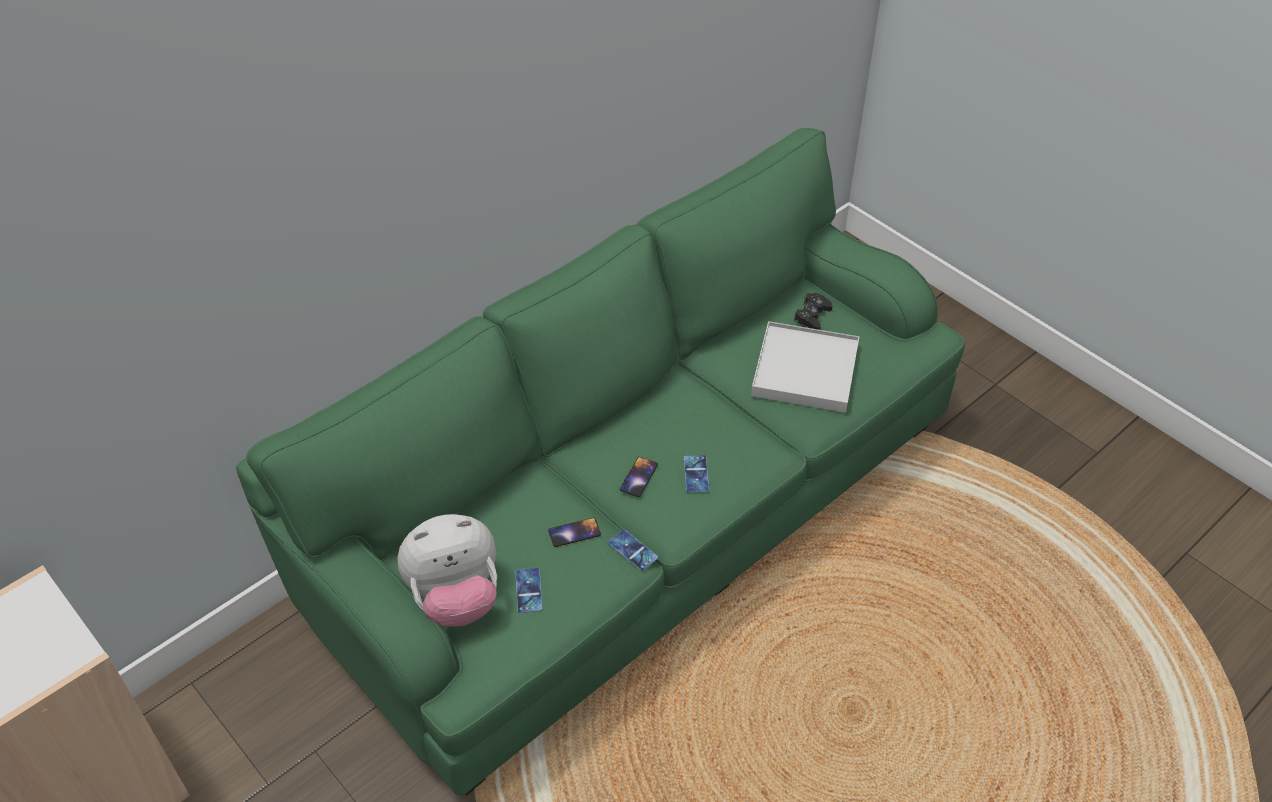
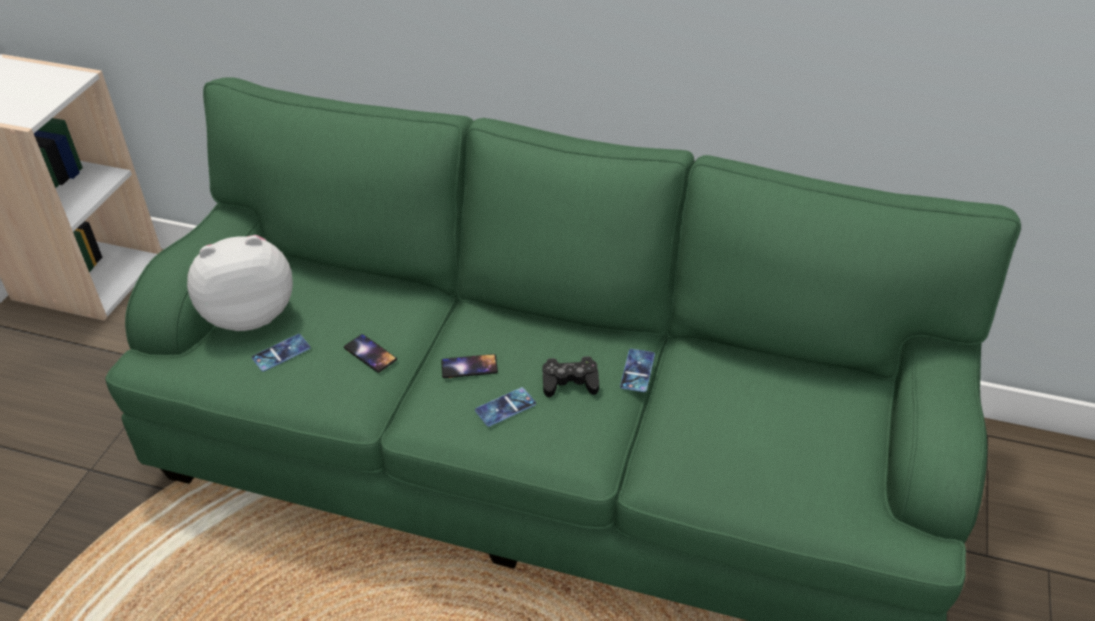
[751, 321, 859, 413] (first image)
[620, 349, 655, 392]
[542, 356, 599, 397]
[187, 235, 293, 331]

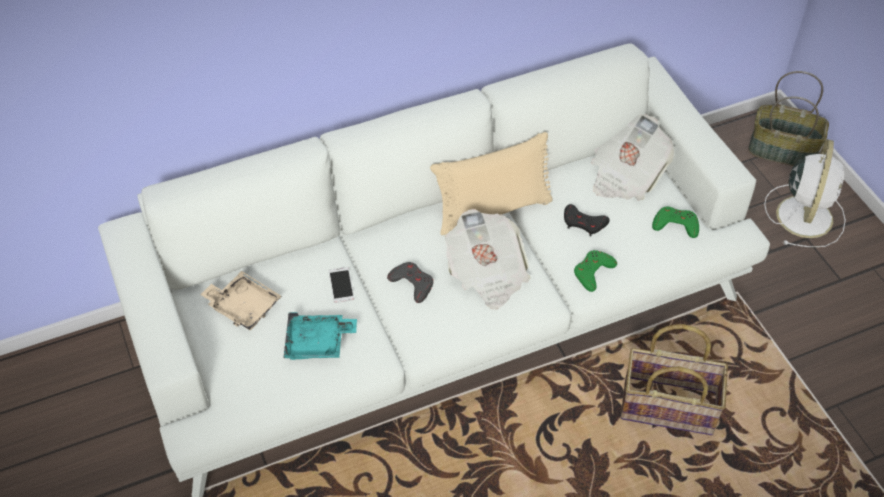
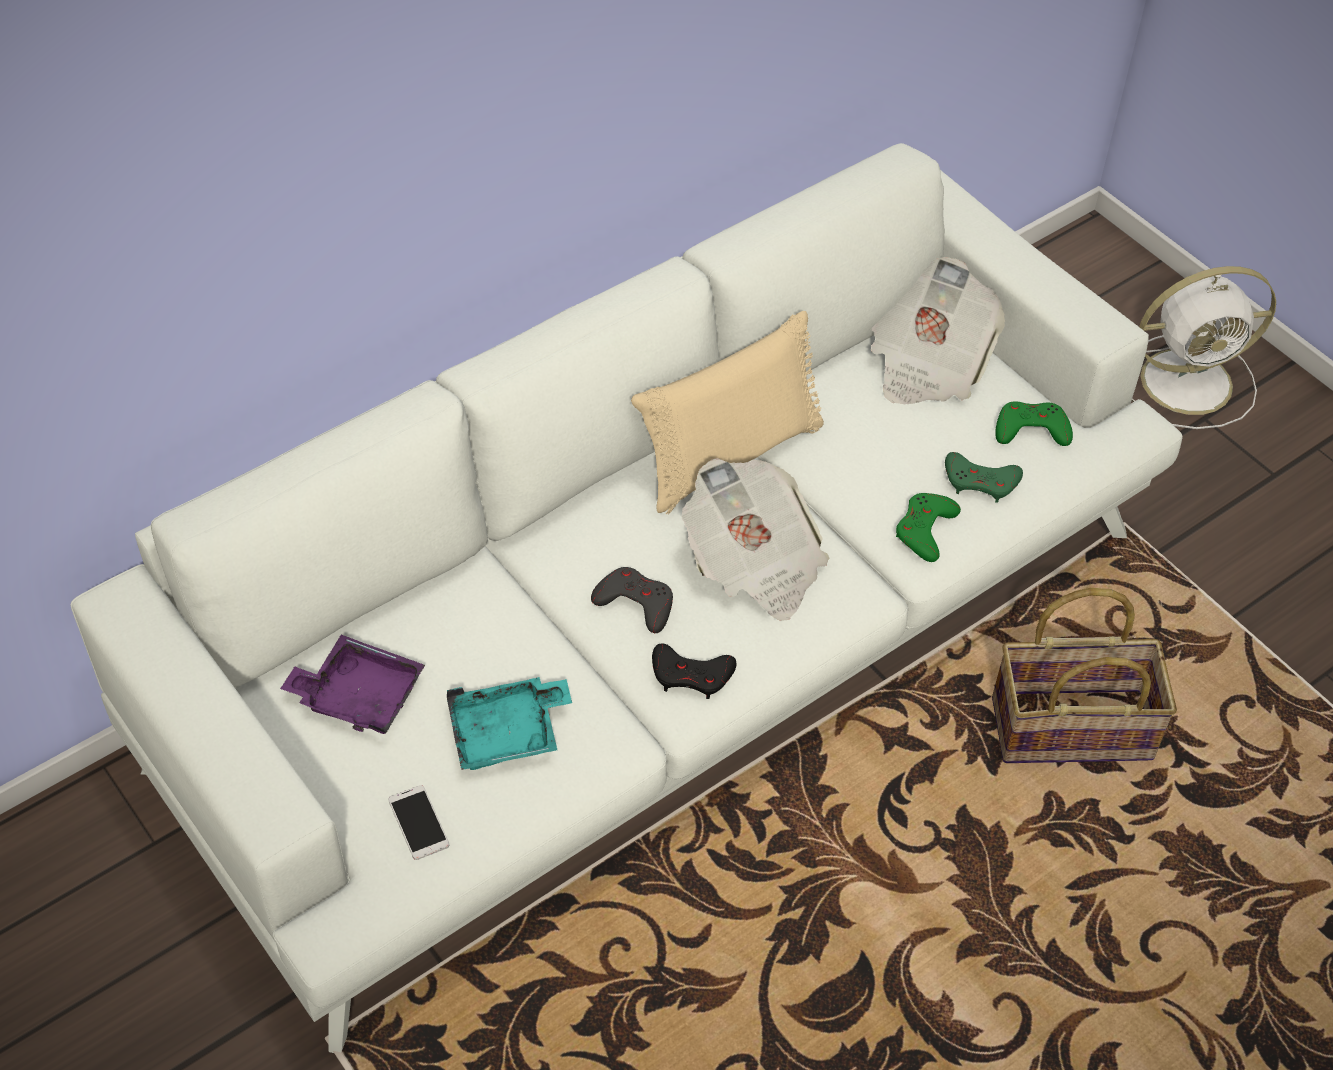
[748, 71, 829, 166] (first image)
[945, 452, 1023, 503]
[388, 785, 449, 860]
[652, 643, 736, 699]
[280, 635, 425, 734]
[1132, 266, 1276, 429]

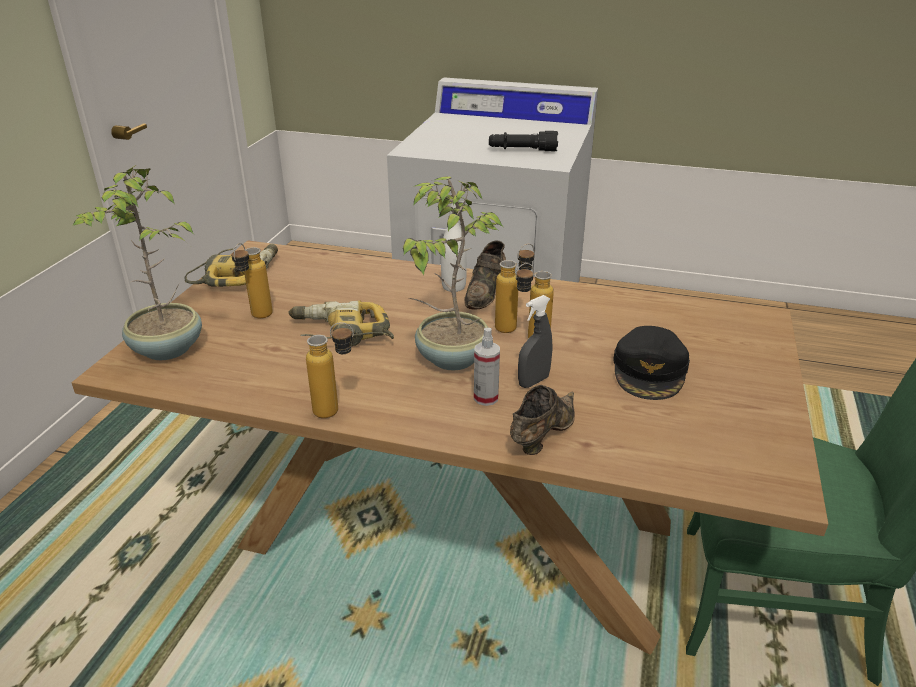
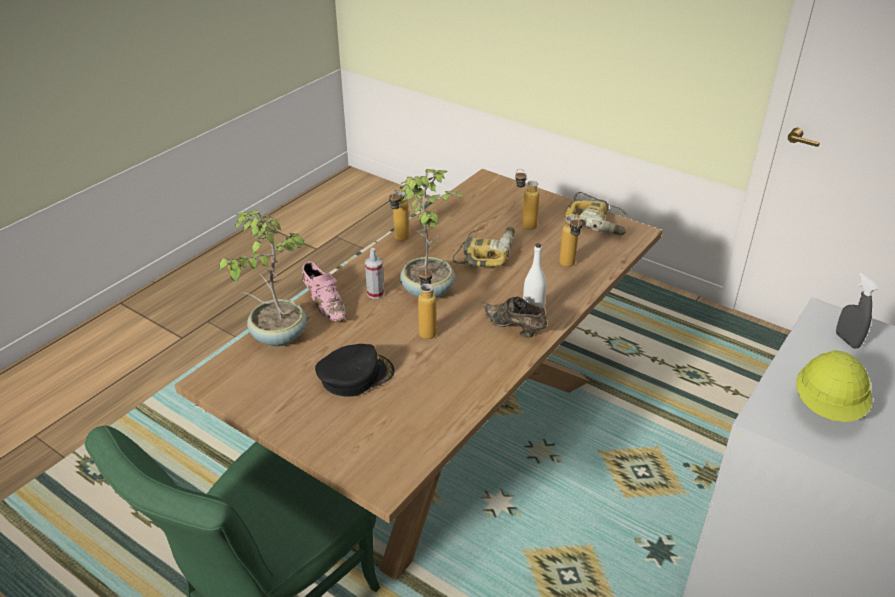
[219, 211, 307, 347]
[559, 215, 582, 267]
[836, 273, 878, 349]
[796, 351, 872, 422]
[302, 261, 346, 321]
[315, 344, 395, 397]

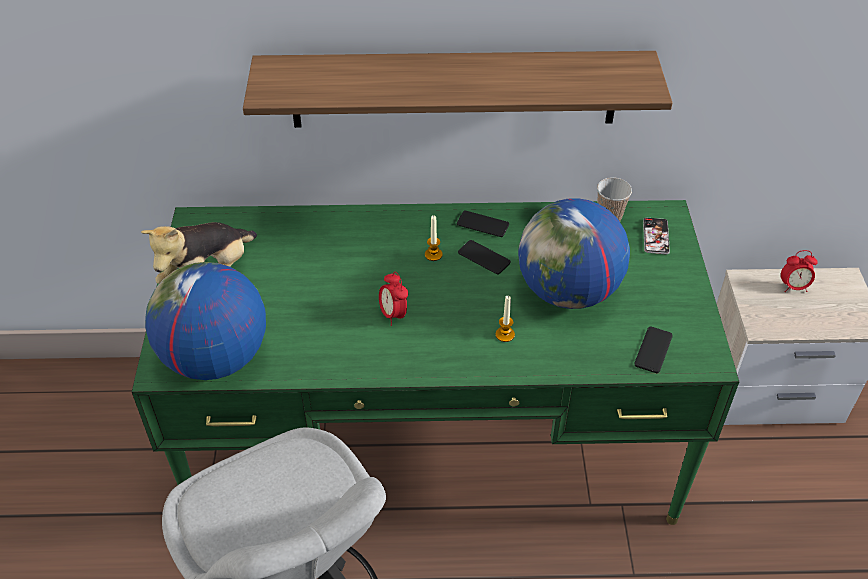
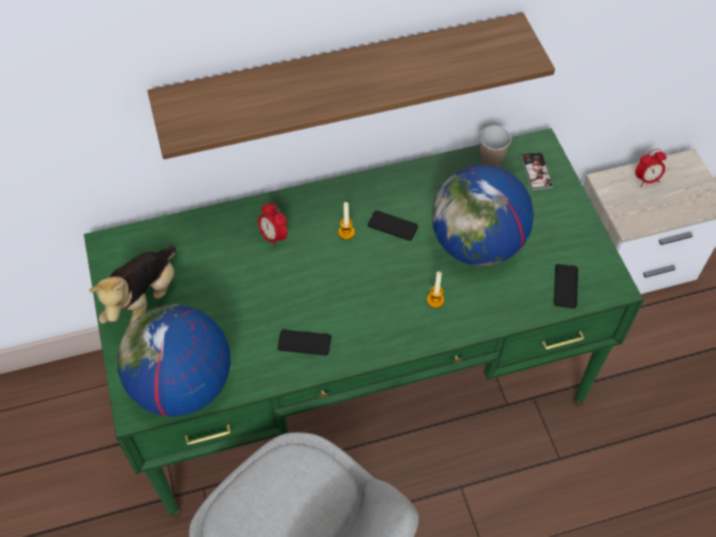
[258, 202, 287, 248]
[278, 330, 331, 355]

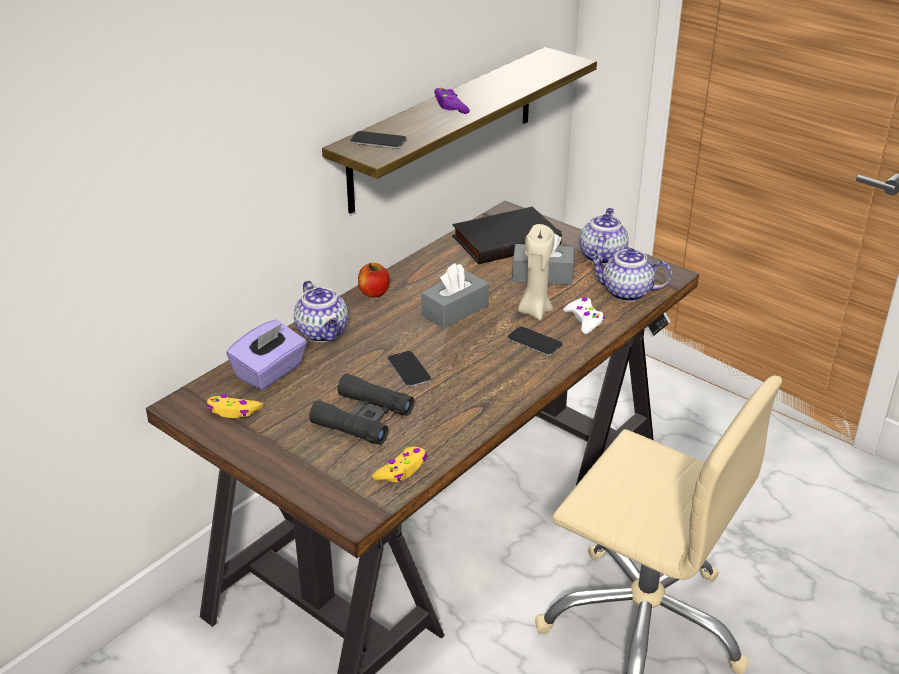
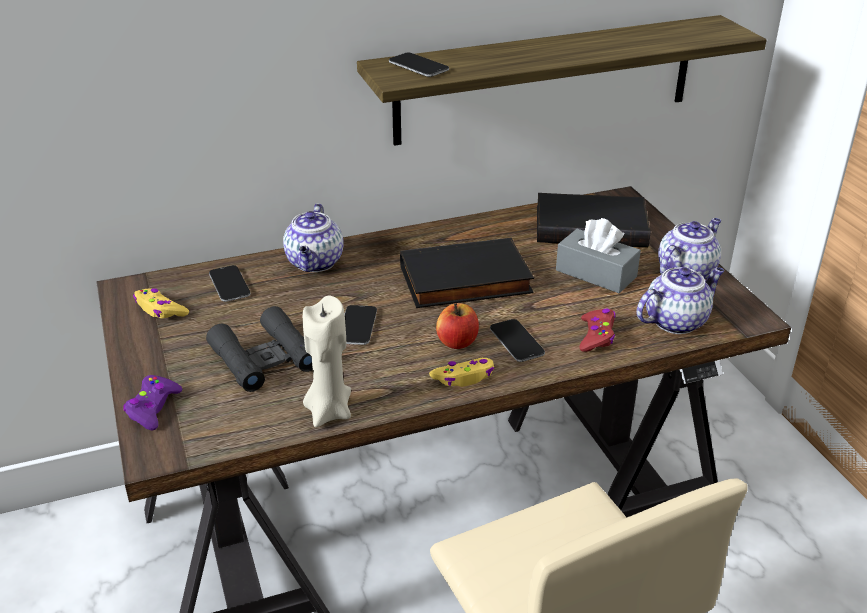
[436, 303, 479, 349]
[429, 358, 494, 387]
[123, 375, 182, 430]
[303, 296, 351, 427]
[209, 265, 251, 302]
[400, 238, 534, 308]
[579, 308, 616, 352]
[636, 267, 725, 334]

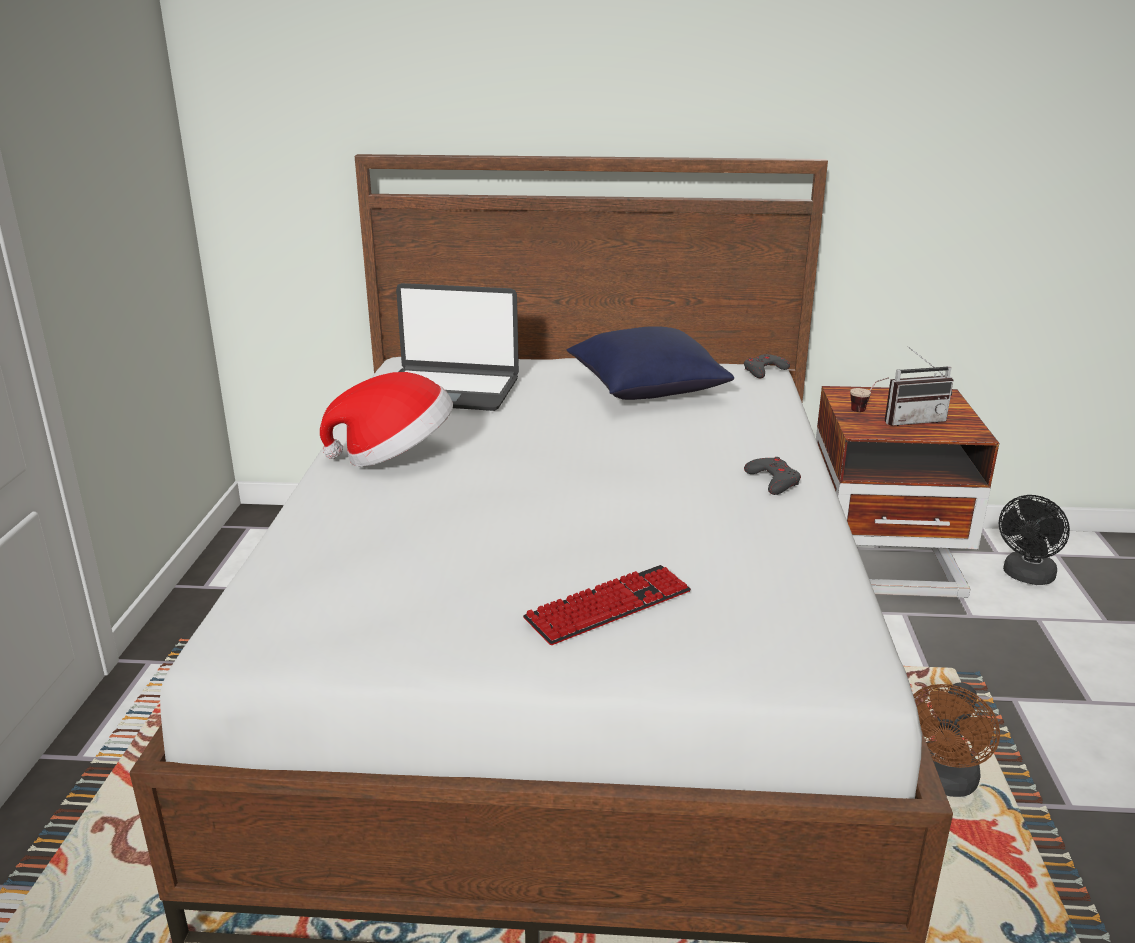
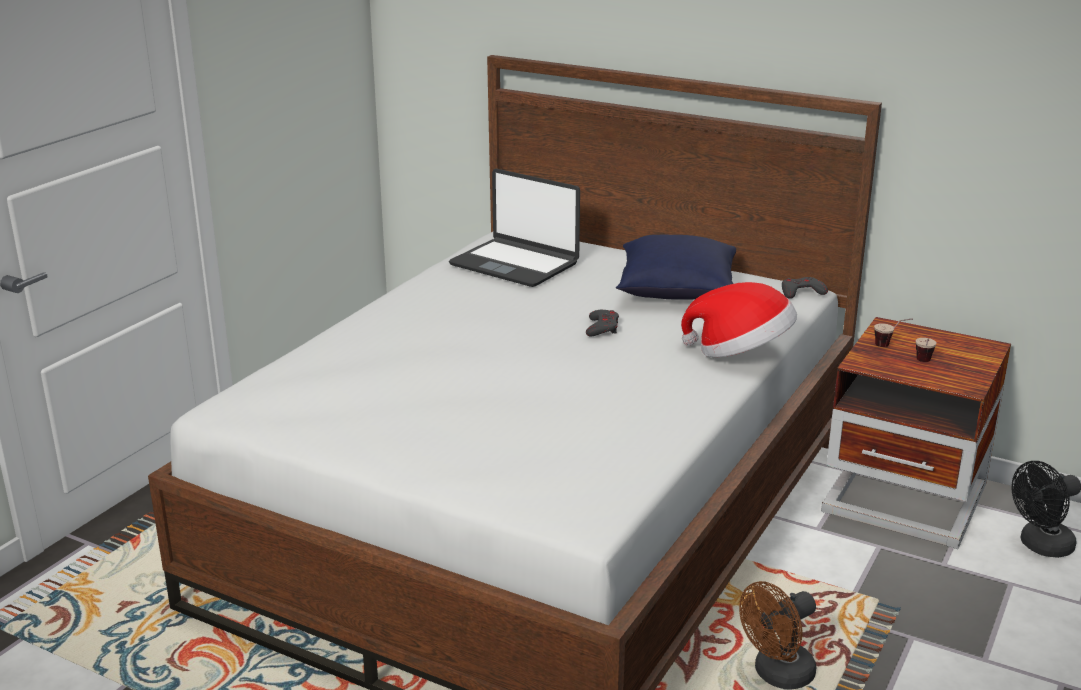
[523, 565, 691, 645] (first image)
[681, 282, 797, 357]
[586, 310, 619, 336]
[916, 338, 937, 362]

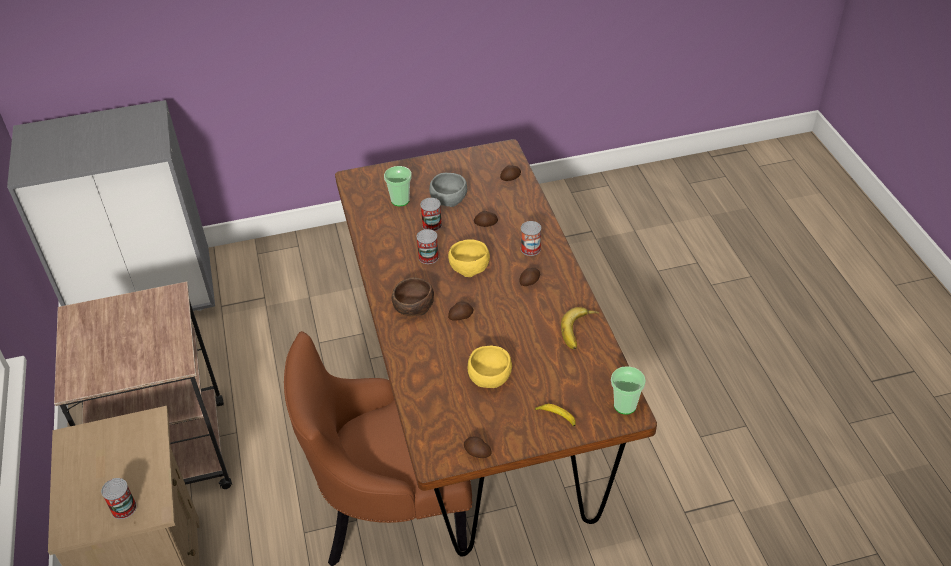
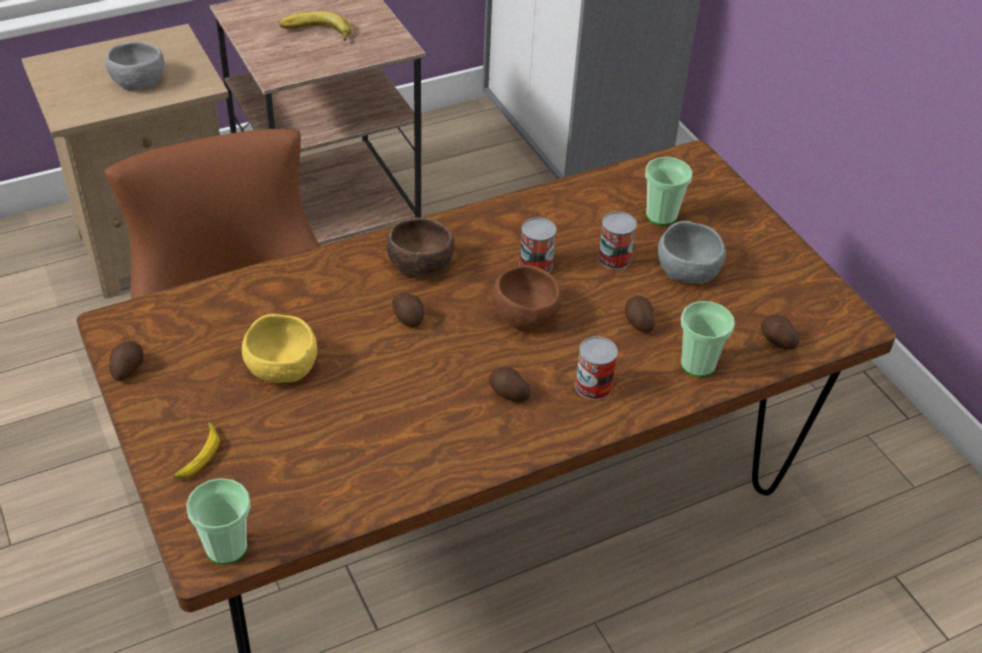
[101, 478, 137, 519] (first image)
[105, 42, 164, 91]
[681, 301, 735, 377]
[279, 11, 352, 41]
[493, 265, 562, 332]

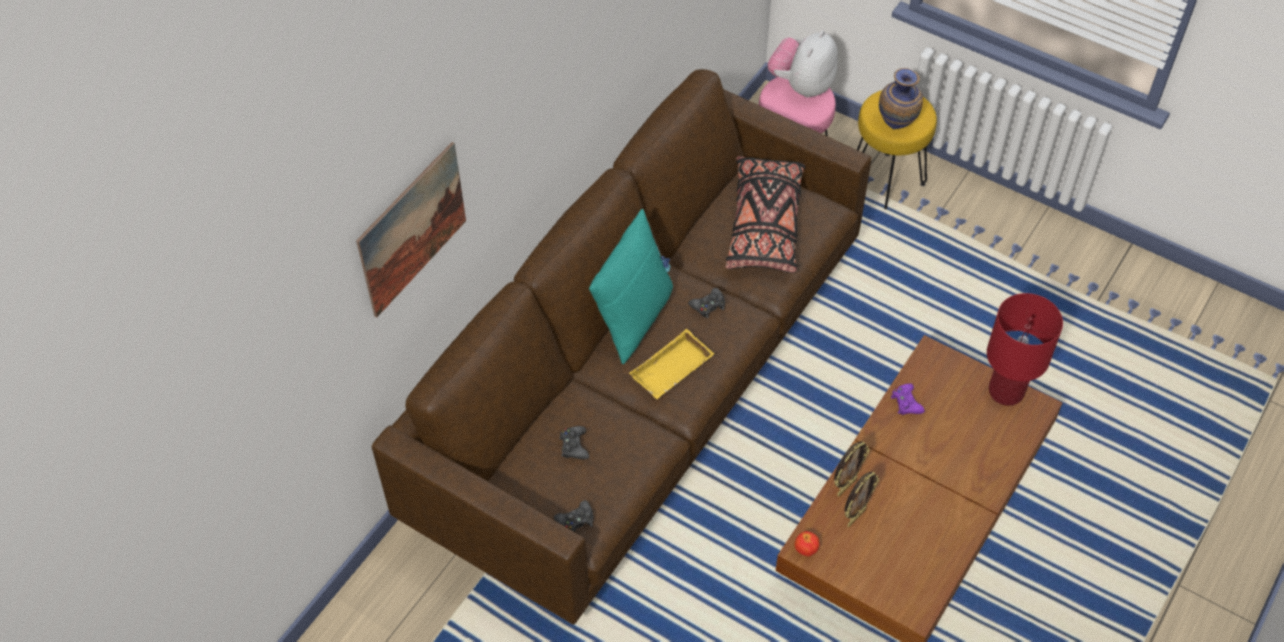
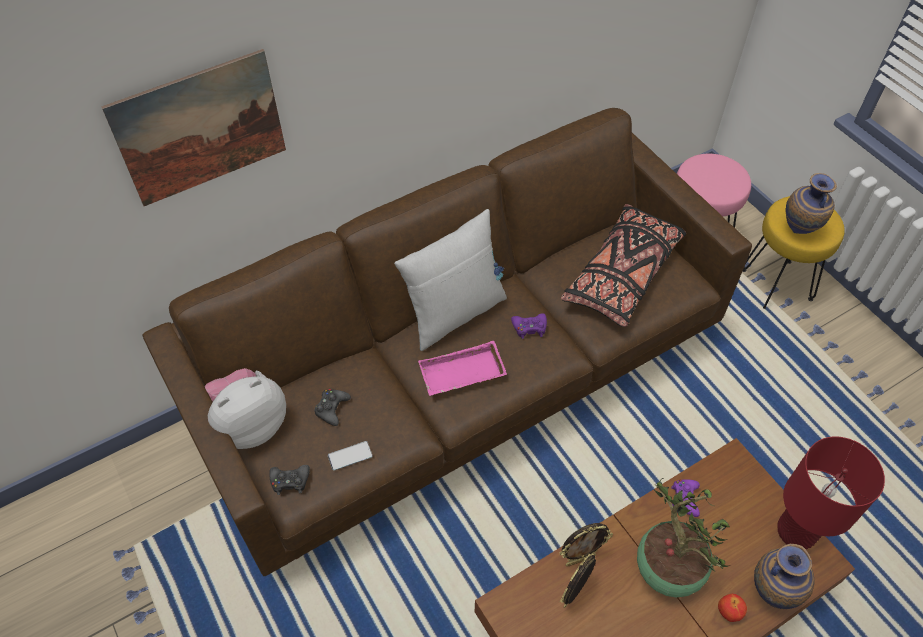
[328, 441, 373, 470]
[637, 478, 730, 598]
[754, 544, 814, 609]
[205, 368, 286, 449]
[718, 594, 747, 622]
[394, 209, 507, 351]
[418, 341, 507, 396]
[511, 313, 547, 339]
[560, 554, 596, 608]

